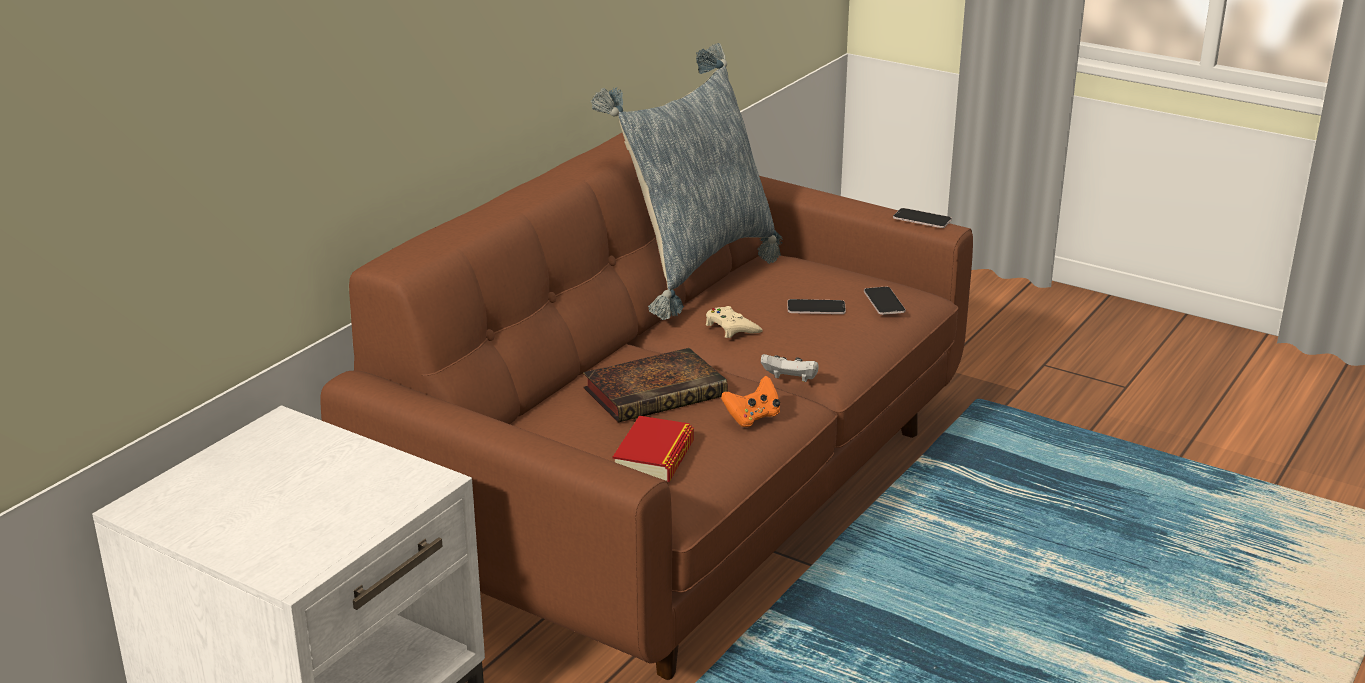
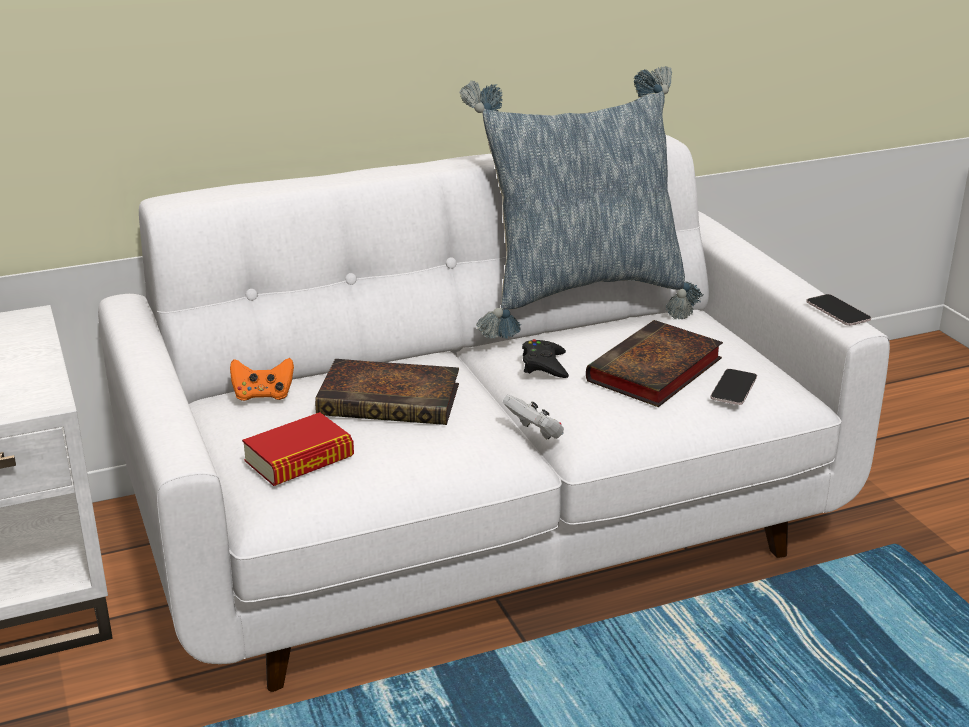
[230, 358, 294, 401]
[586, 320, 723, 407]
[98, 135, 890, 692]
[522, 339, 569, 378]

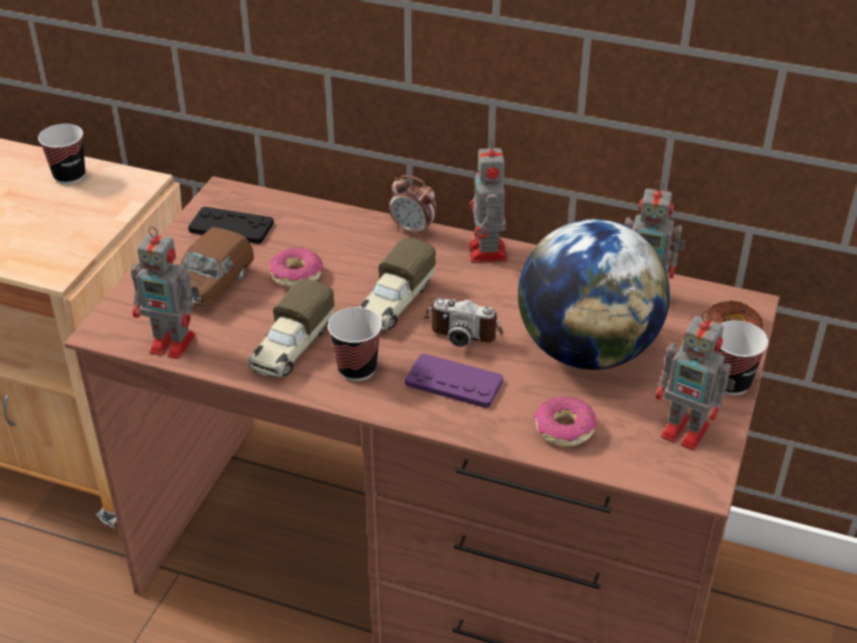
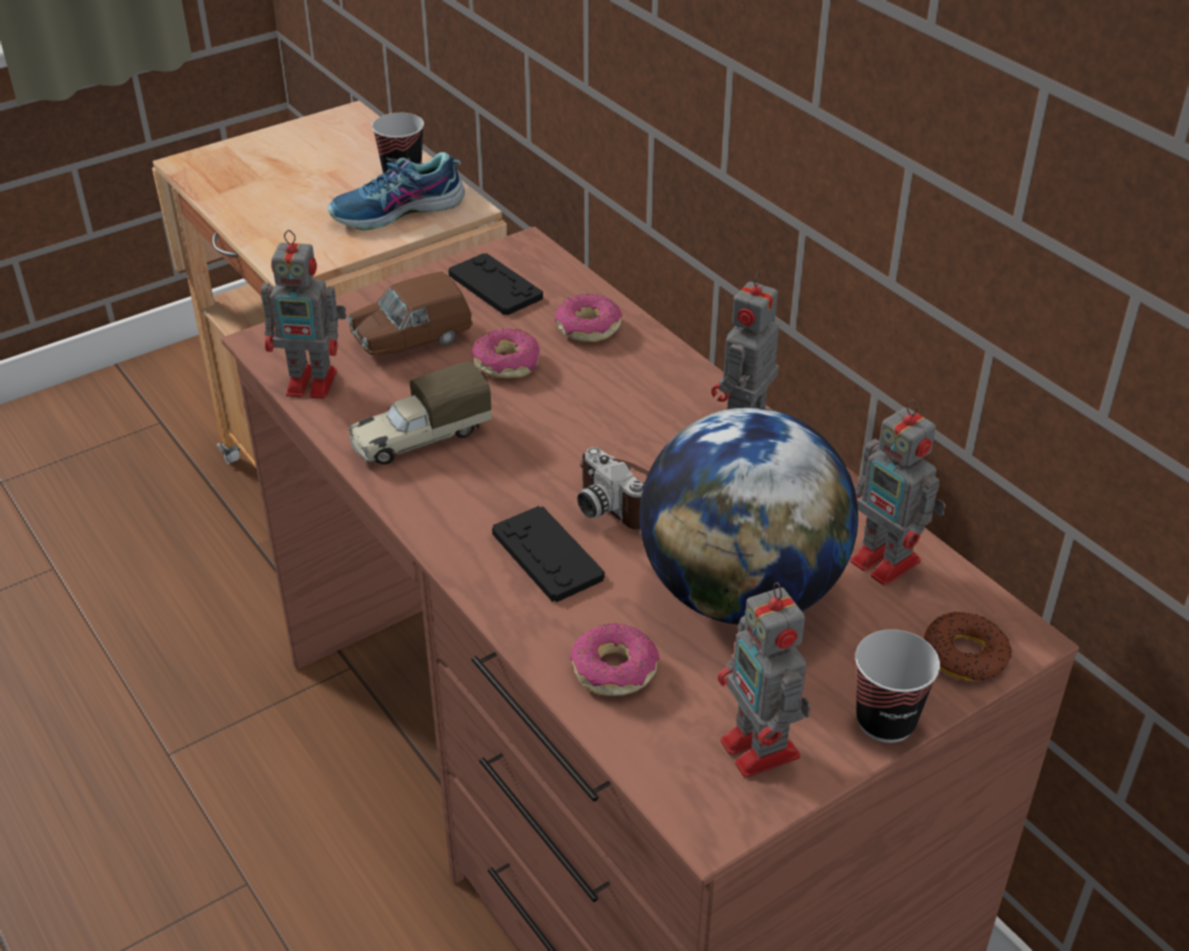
[328, 307, 382, 381] (first image)
[359, 237, 436, 330] (first image)
[389, 175, 437, 237] (first image)
[328, 152, 465, 230]
[555, 294, 622, 342]
[492, 506, 604, 602]
[261, 230, 347, 399]

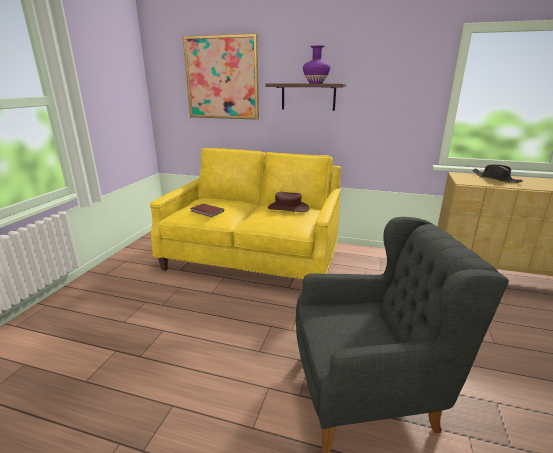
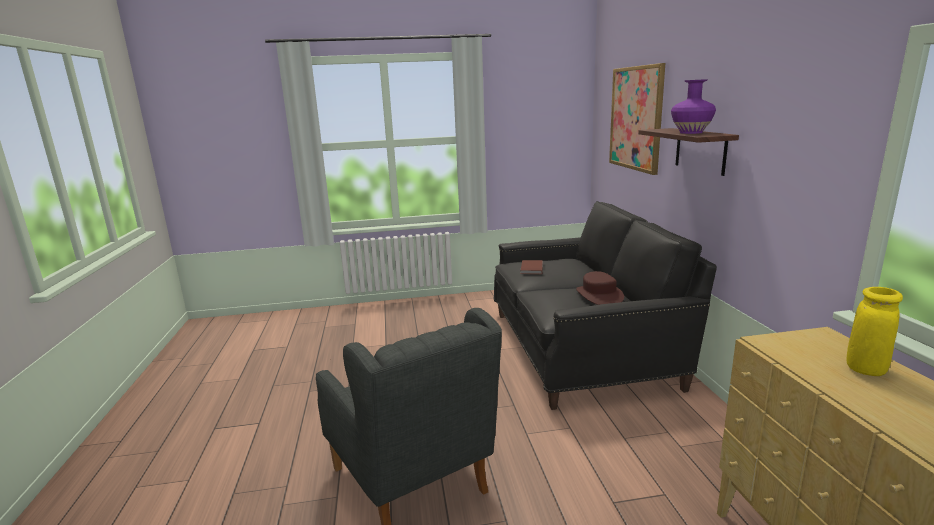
[847, 287, 903, 376]
[493, 201, 717, 410]

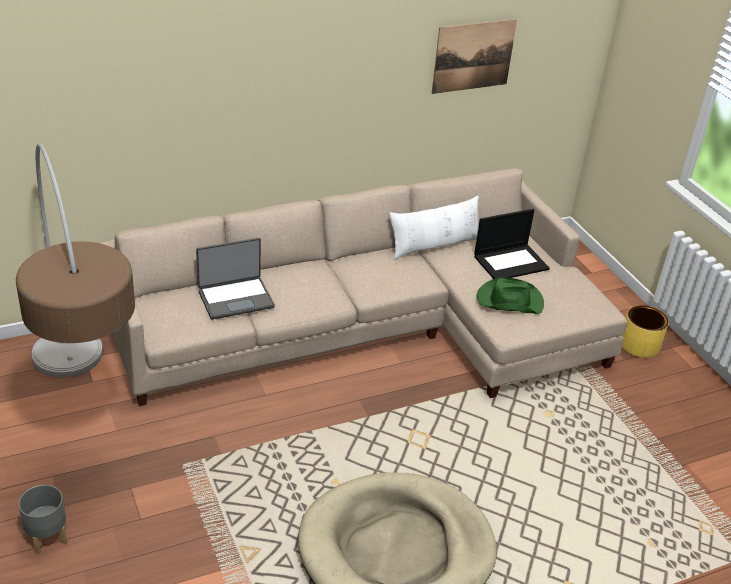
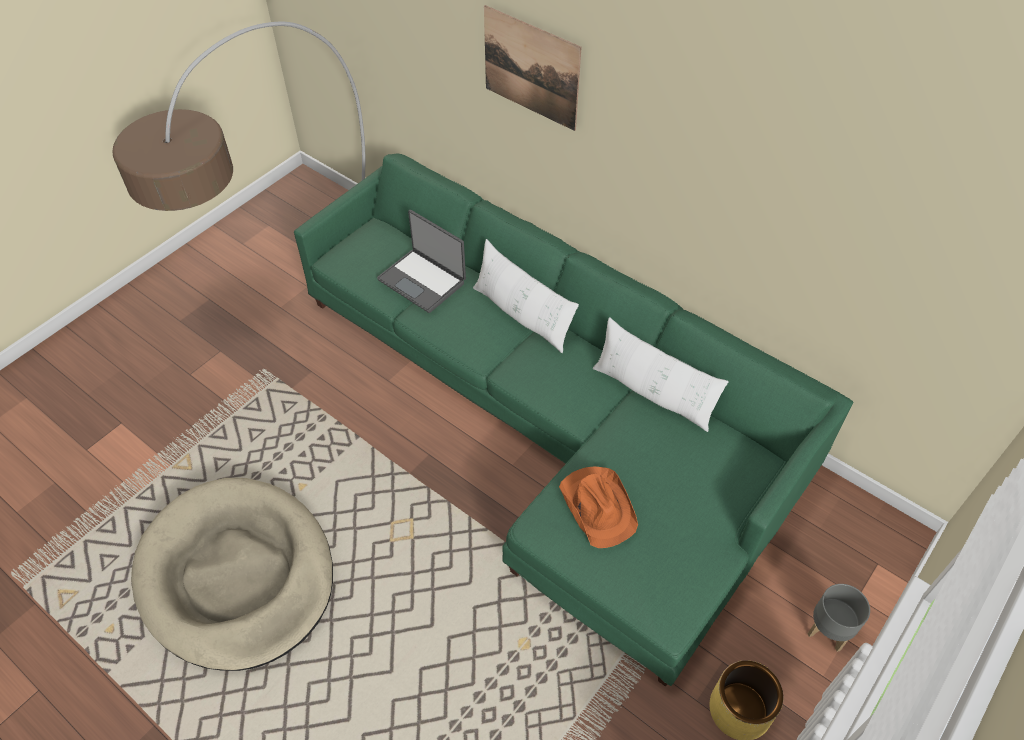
[474, 209, 550, 279] (first image)
[473, 239, 579, 353]
[808, 584, 870, 652]
[484, 5, 581, 131]
[294, 154, 853, 687]
[559, 466, 638, 548]

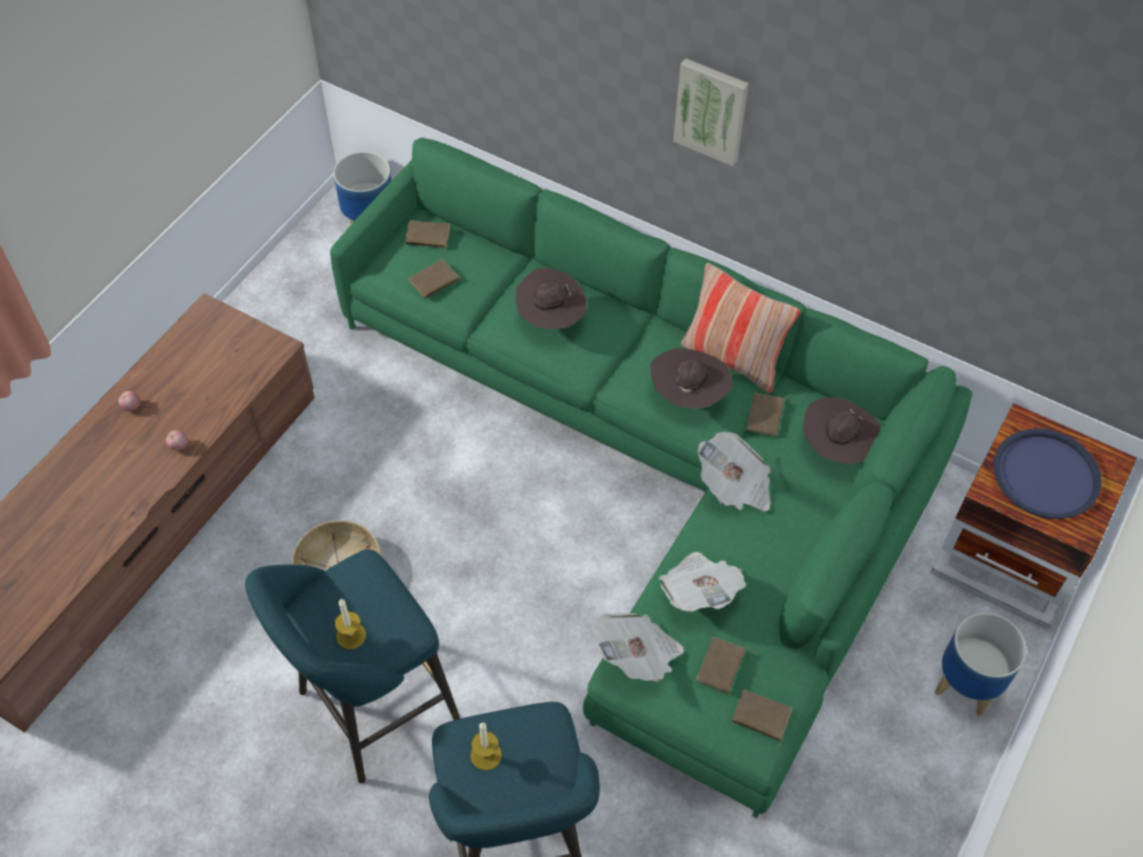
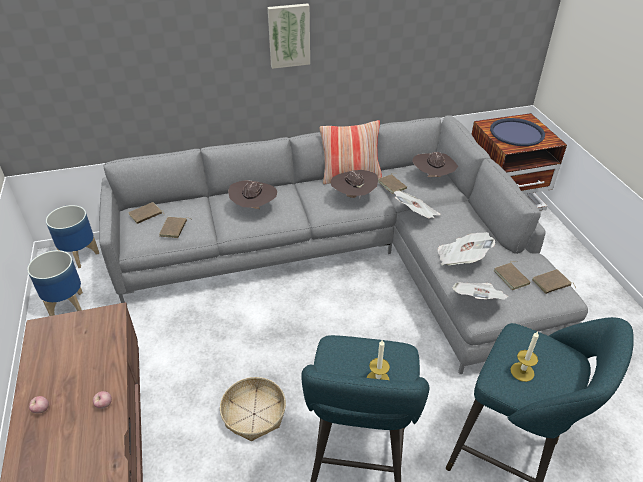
[27, 250, 83, 316]
[99, 115, 588, 374]

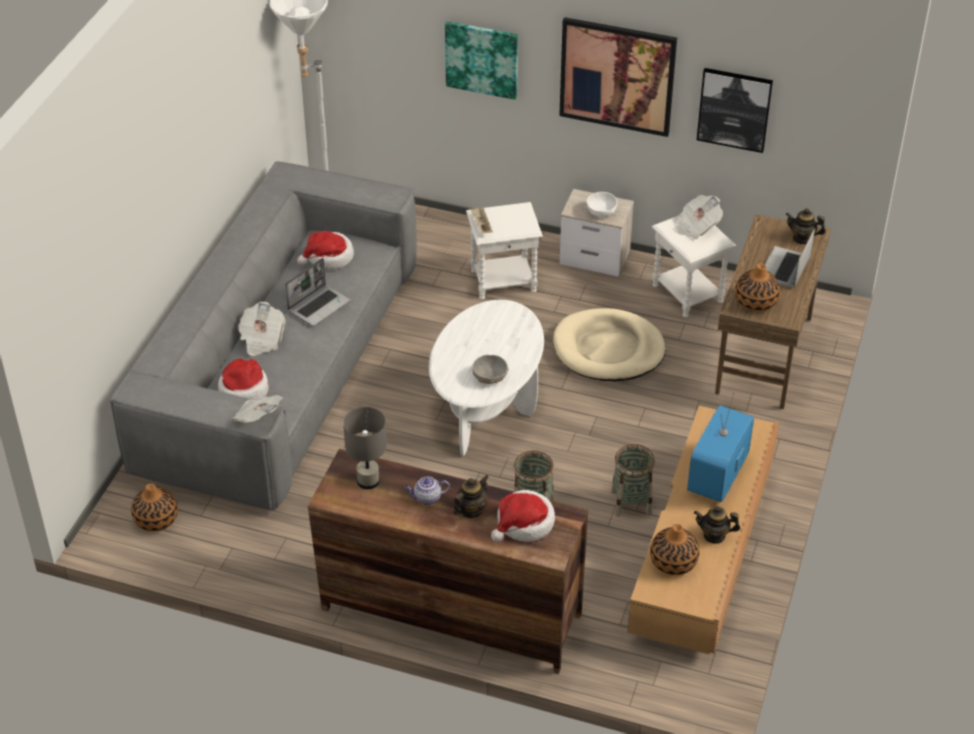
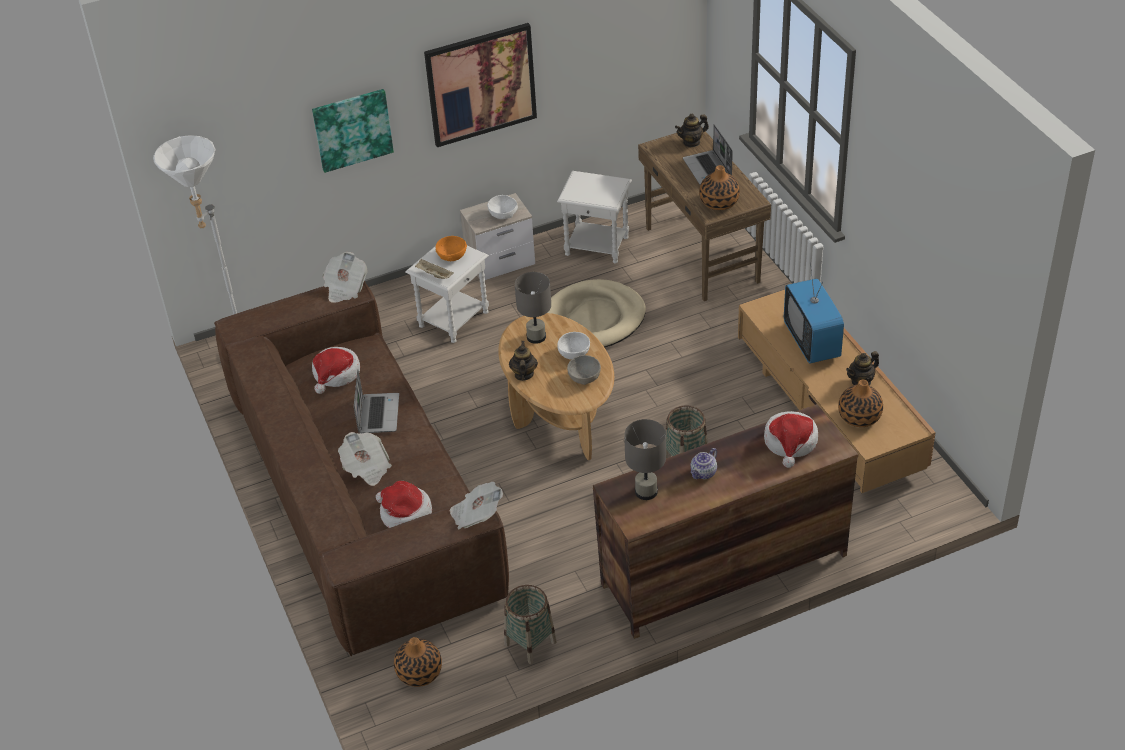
[697, 68, 773, 153] (first image)
[436, 236, 467, 261]
[515, 272, 551, 344]
[557, 332, 590, 360]
[509, 341, 538, 381]
[504, 585, 557, 664]
[323, 252, 368, 303]
[214, 281, 509, 656]
[498, 313, 614, 460]

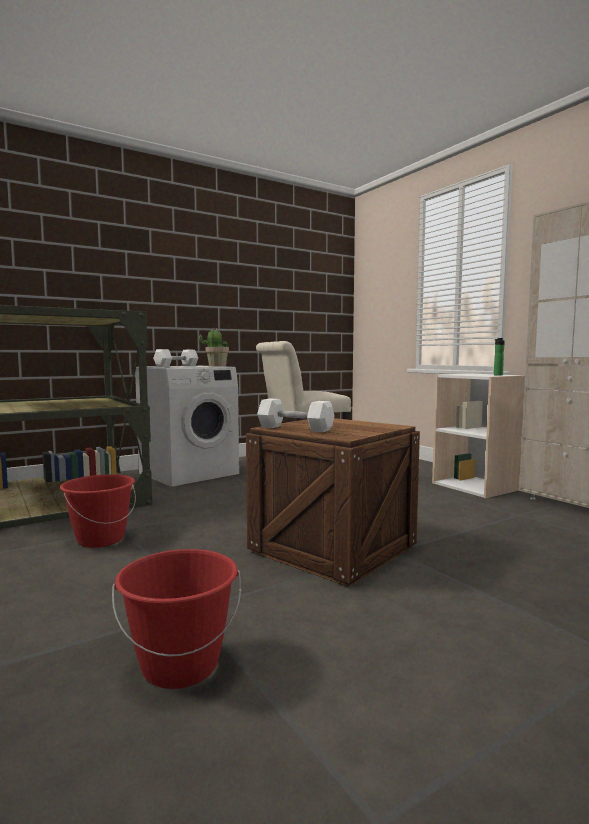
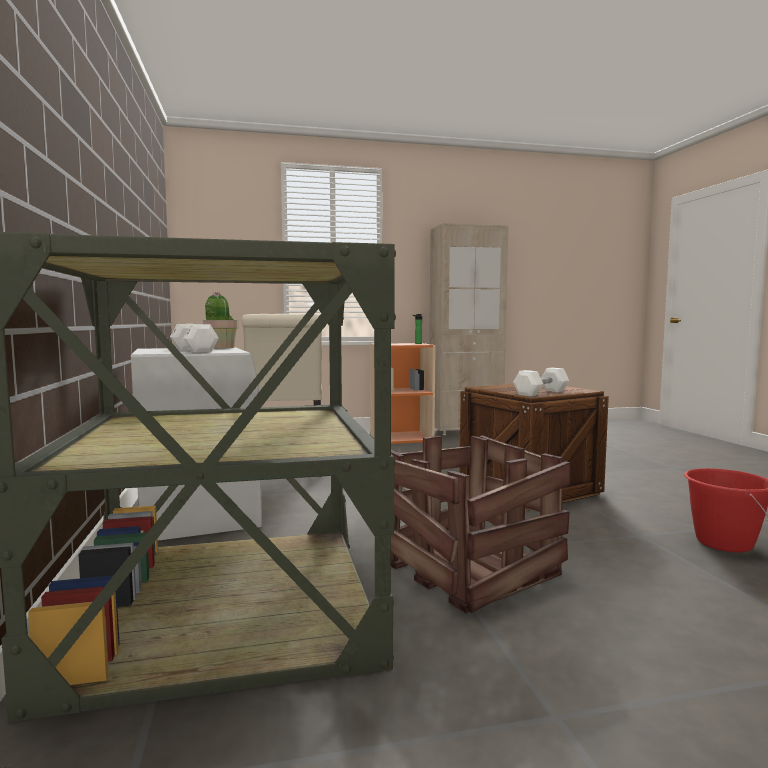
[391, 435, 571, 613]
[370, 343, 436, 444]

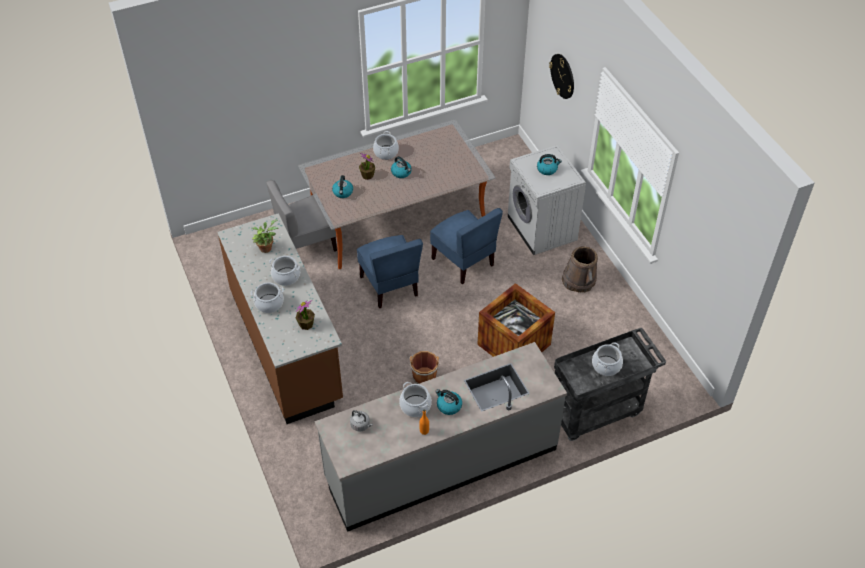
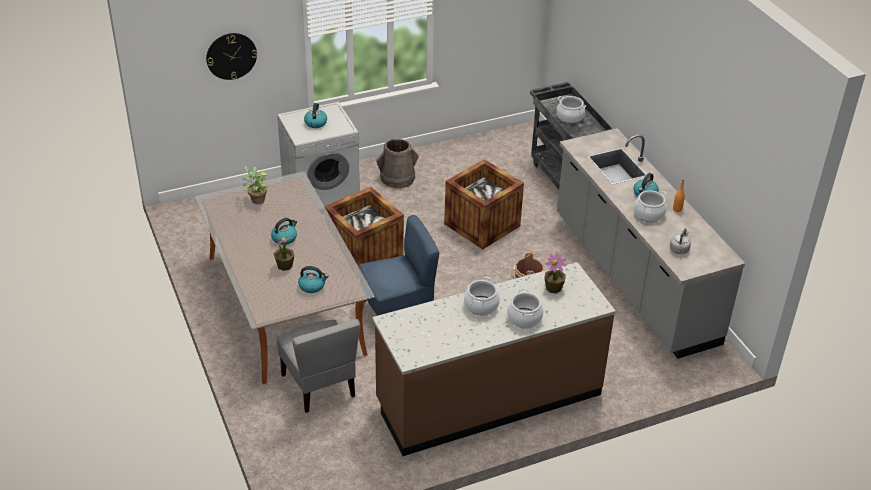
[373, 131, 399, 160] (first image)
[242, 166, 268, 204]
[324, 187, 404, 269]

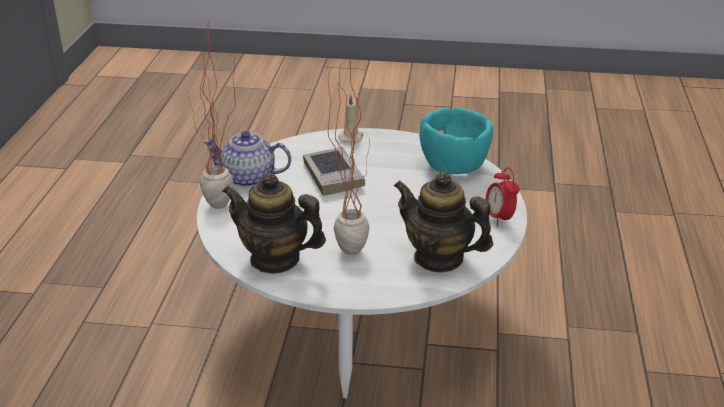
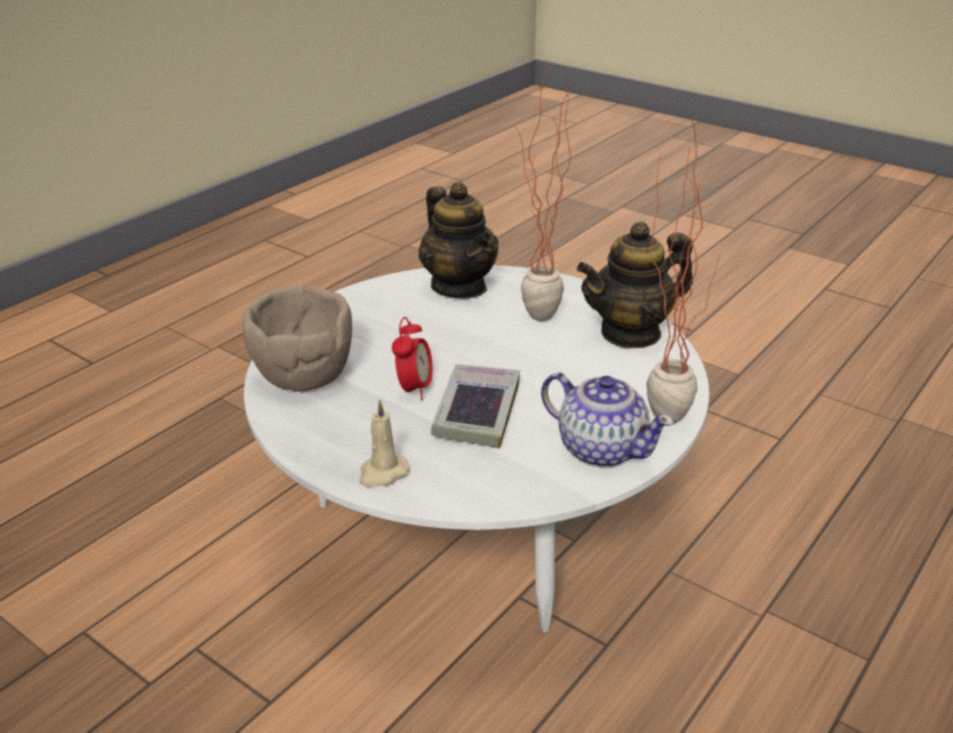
[392, 317, 433, 400]
[243, 286, 352, 392]
[577, 221, 693, 348]

